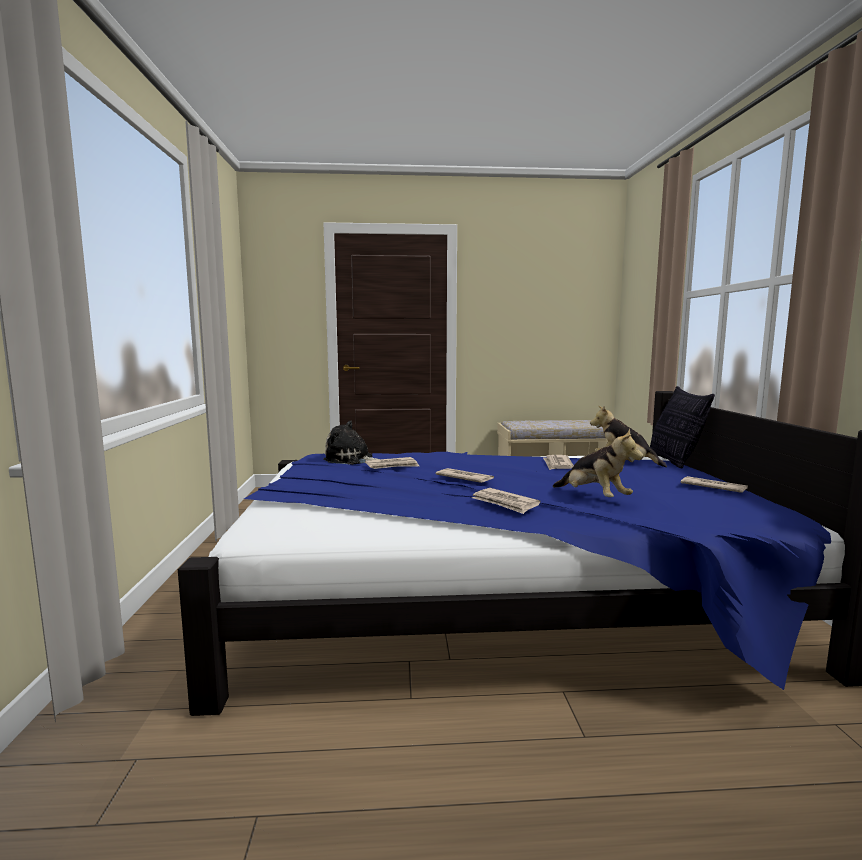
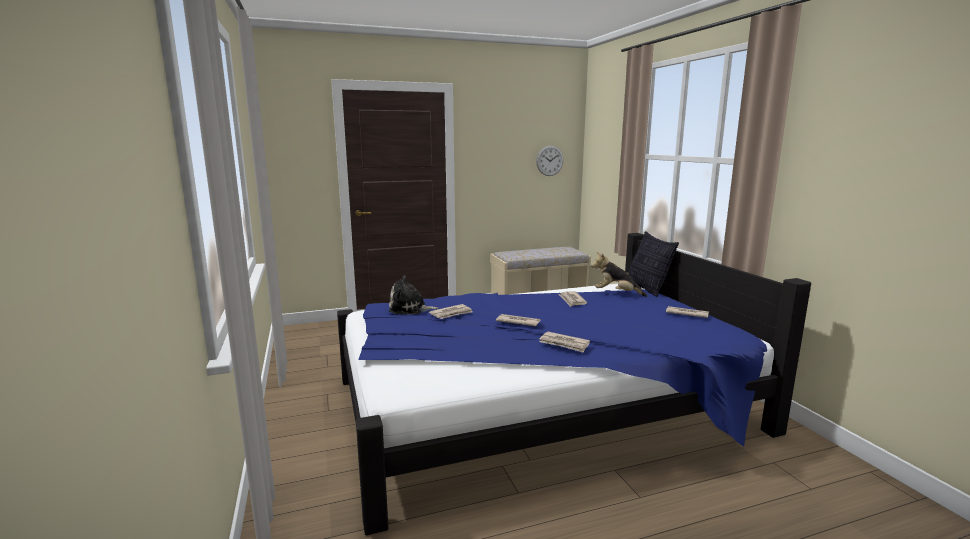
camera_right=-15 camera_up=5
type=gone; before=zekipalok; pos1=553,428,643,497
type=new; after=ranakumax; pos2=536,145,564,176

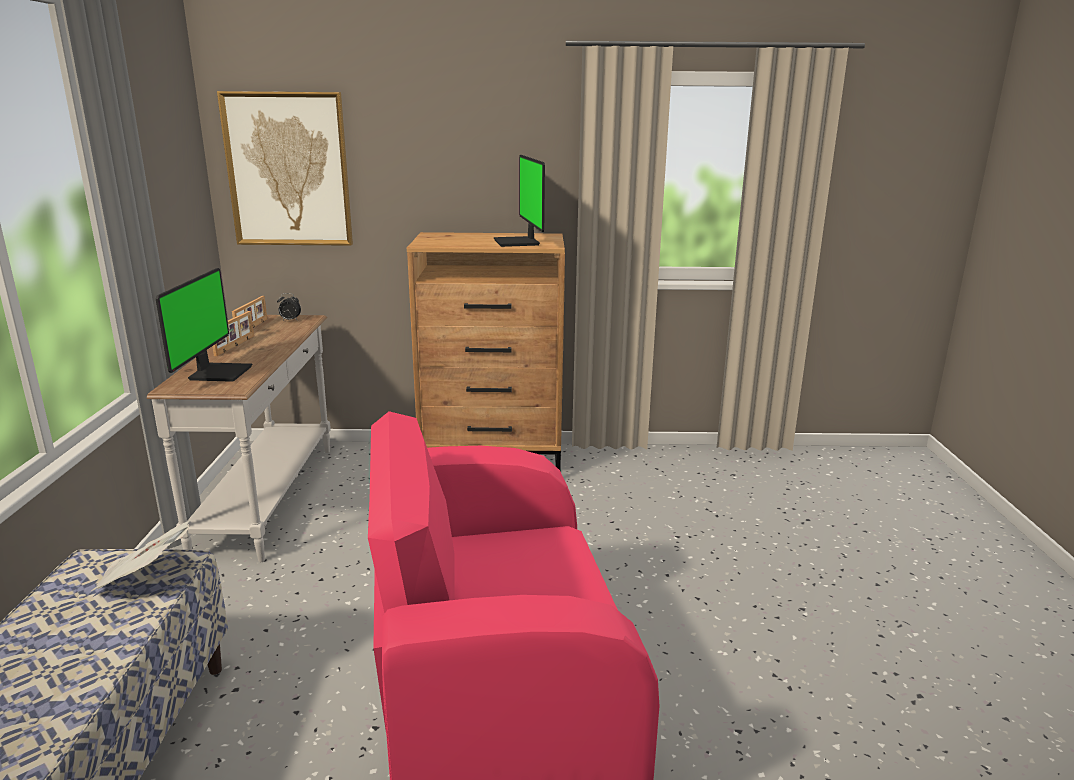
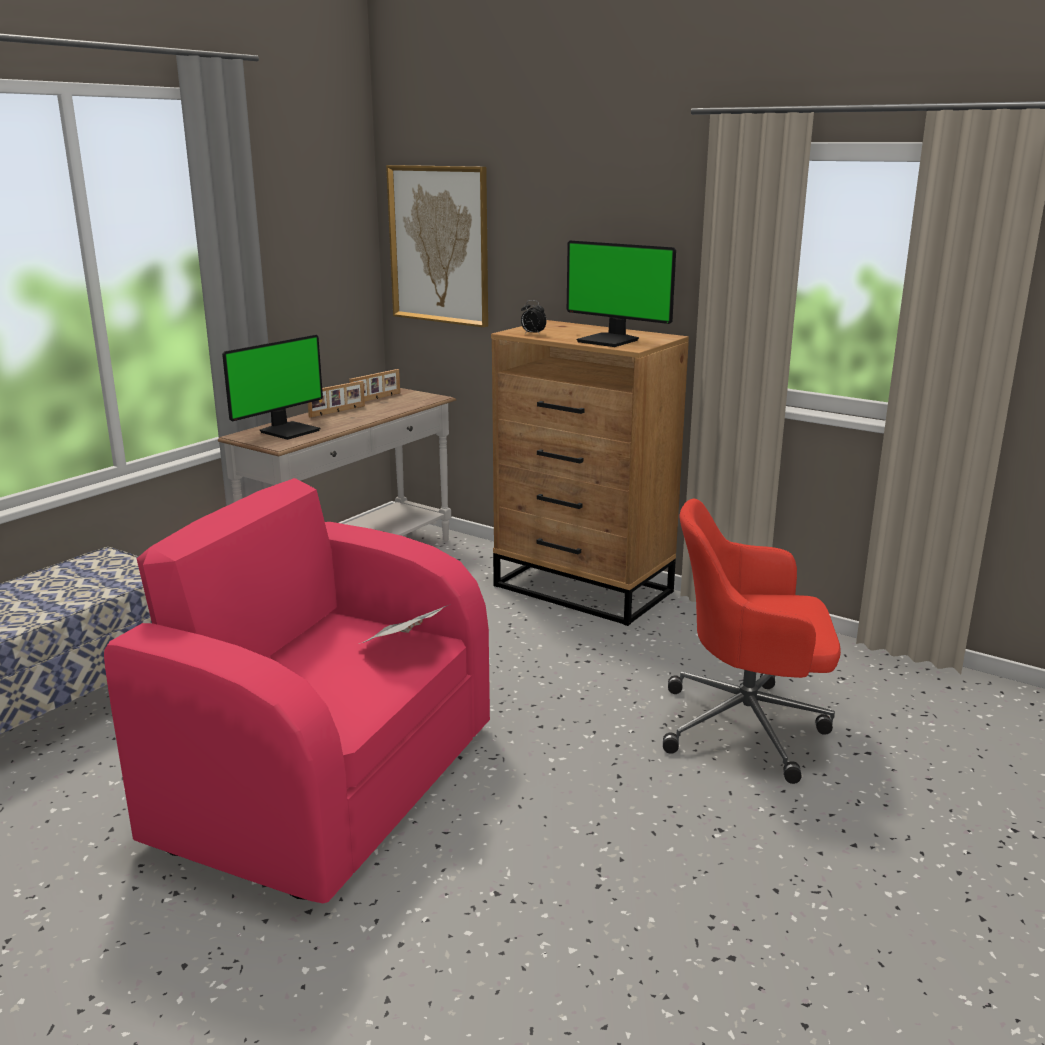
camera_right=35 camera_up=0
type=new; after=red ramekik; pos2=663,499,841,784
type=shifted; before=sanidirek; pos1=90,519,192,592; pos2=359,604,451,644
type=shifted; before=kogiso; pos1=277,293,301,321; pos2=521,300,547,335
type=rotated; before=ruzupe; pos1=494,155,545,247; pos2=567,240,676,347; turn=-75

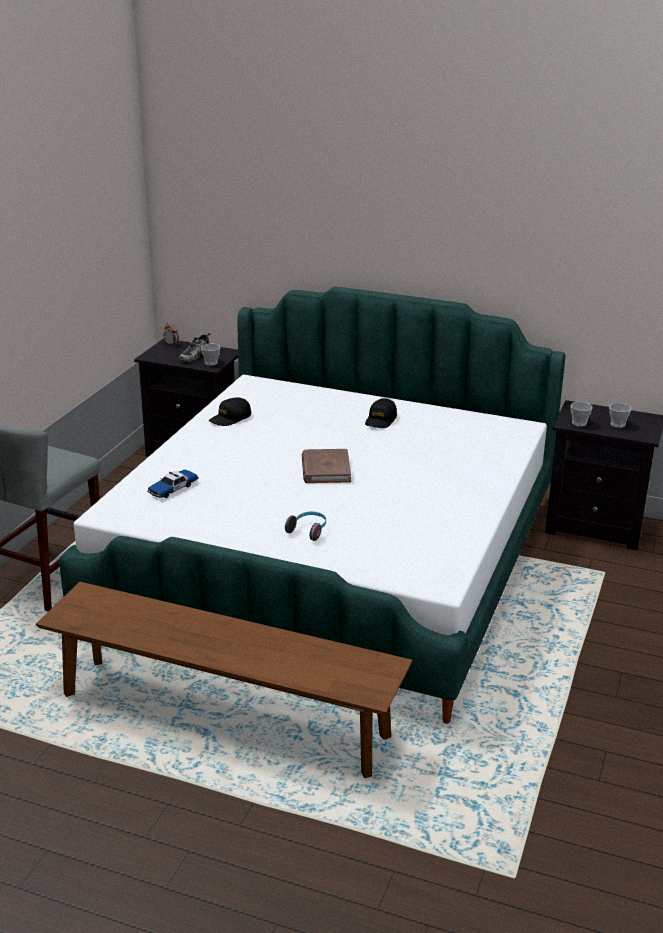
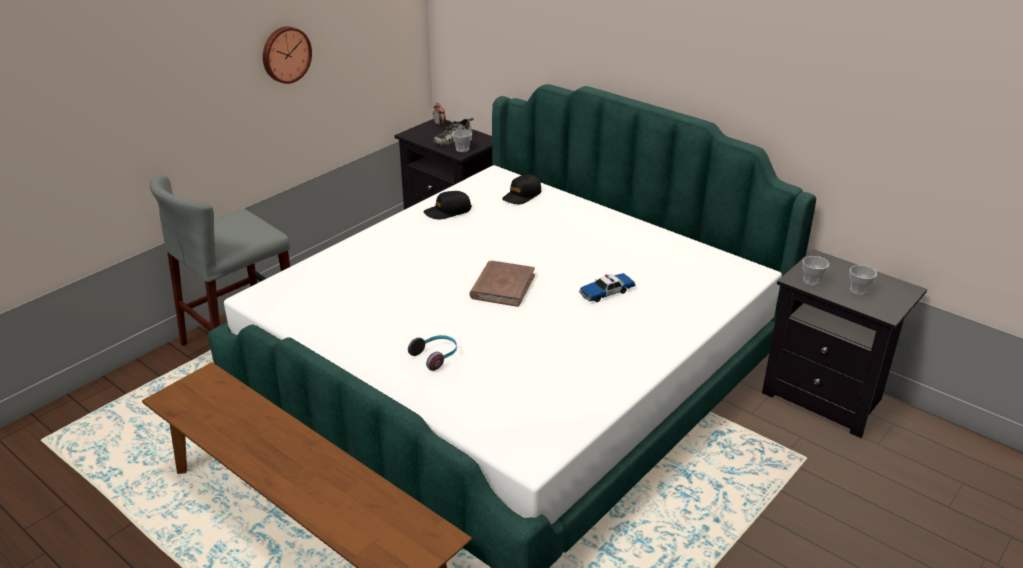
camera_right=20 camera_up=5
type=new; after=ranakumax; pos2=263,26,312,84
type=shifted; before=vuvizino; pos1=147,469,199,498; pos2=579,273,636,302
type=shifted; before=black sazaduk; pos1=365,398,397,428; pos2=502,174,541,204

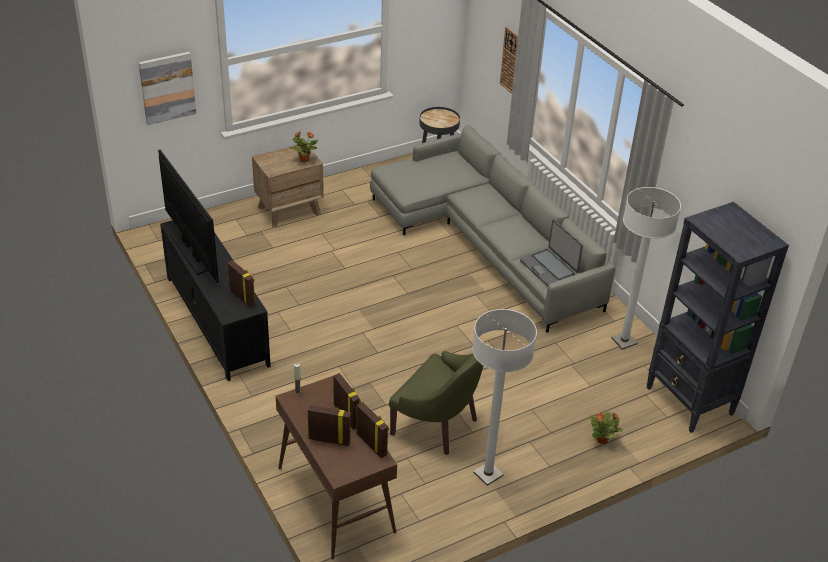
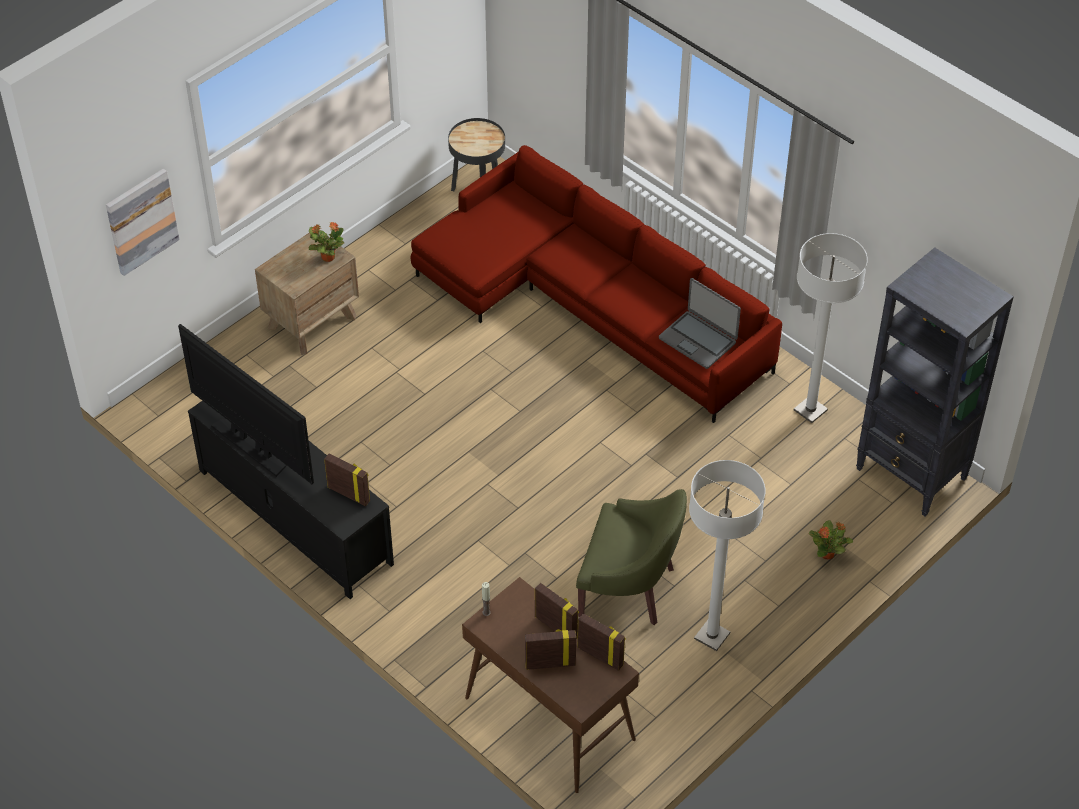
camera_right=-15 camera_up=10
type=gone; before=ranakumax; pos1=500,26,518,94
type=repainted; before=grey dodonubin; after=red dodonubin; pos1=370,125,615,333; pos2=411,145,782,423

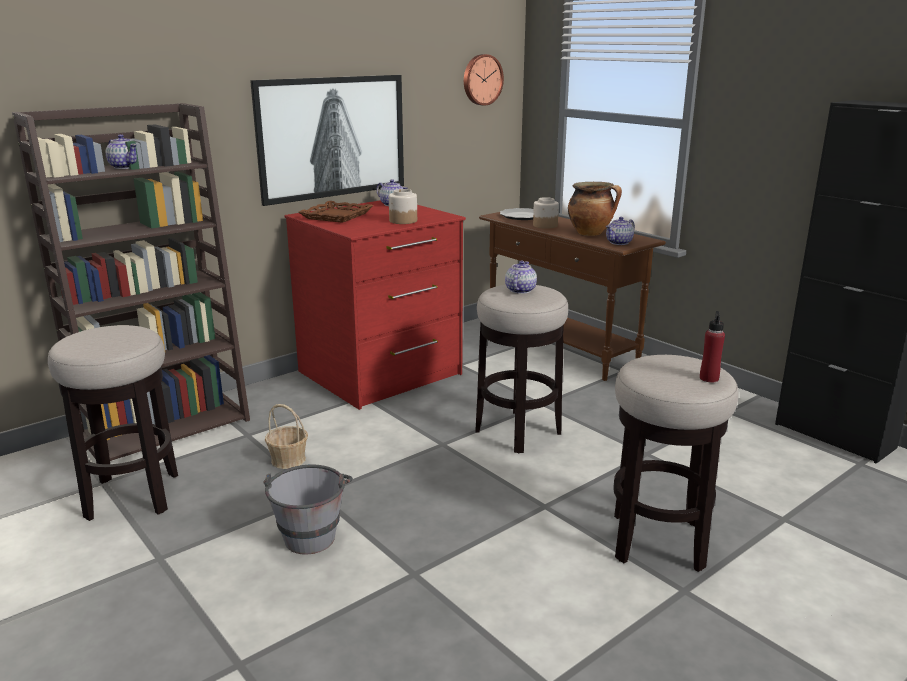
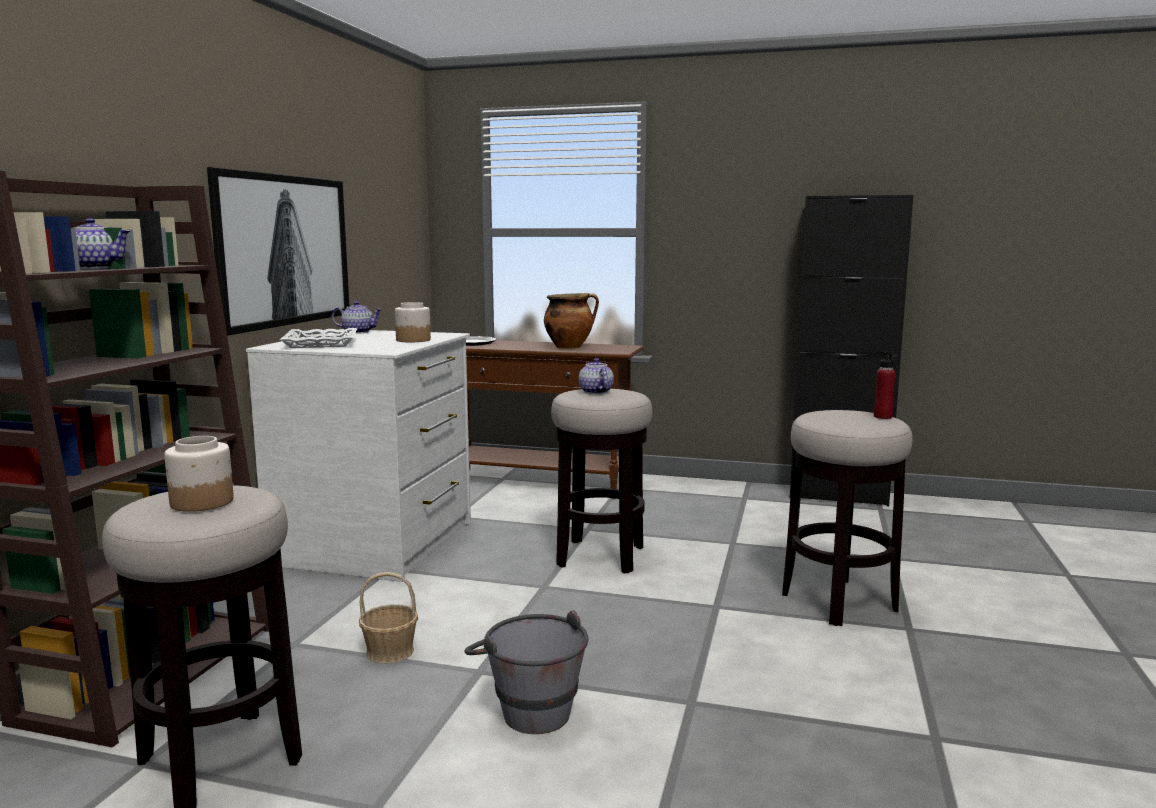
camera_right=-35 camera_up=-10
type=gone; before=ranakumax; pos1=464,54,504,106
type=gone; before=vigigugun; pos1=606,217,635,245
type=shifted; before=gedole; pos1=533,197,559,229; pos2=164,436,234,512
type=repainted; before=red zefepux; after=white zefepux; pos1=285,200,466,410; pos2=246,329,471,582
type=repainted; before=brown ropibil; after=white ropibil; pos1=298,201,373,223; pos2=280,328,357,348

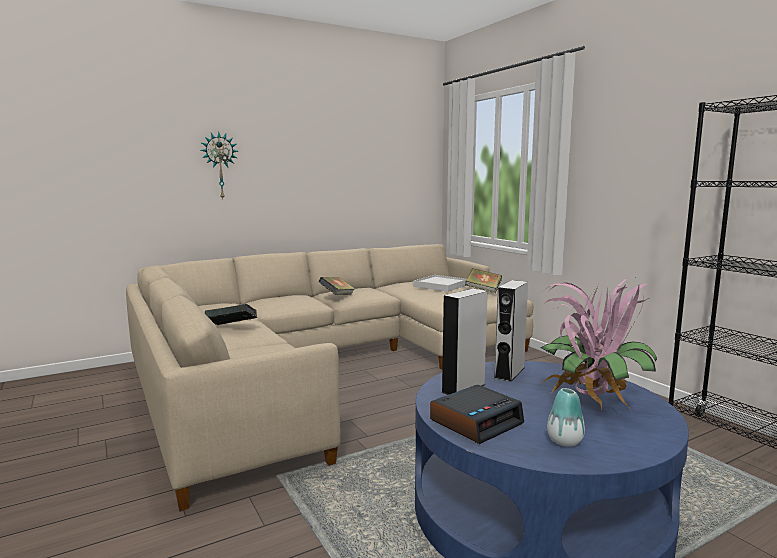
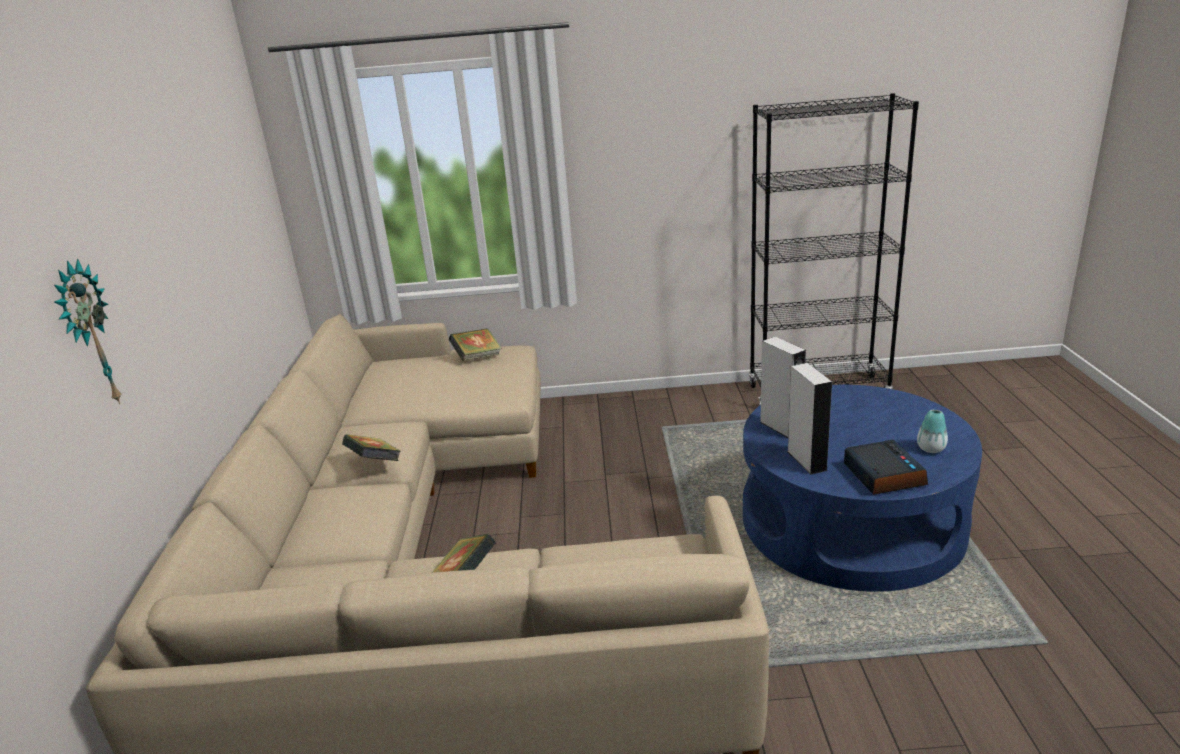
camera_right=-60 camera_up=15
type=gone; before=white ropibil; pos1=413,275,466,292
type=gone; before=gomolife; pos1=541,277,657,412

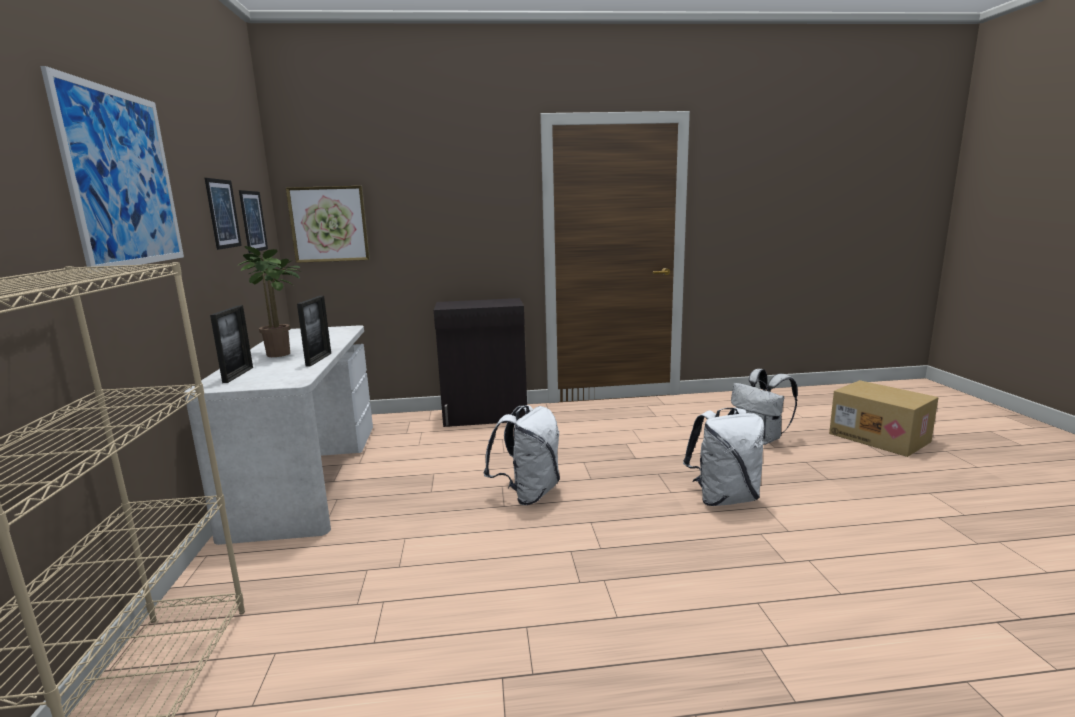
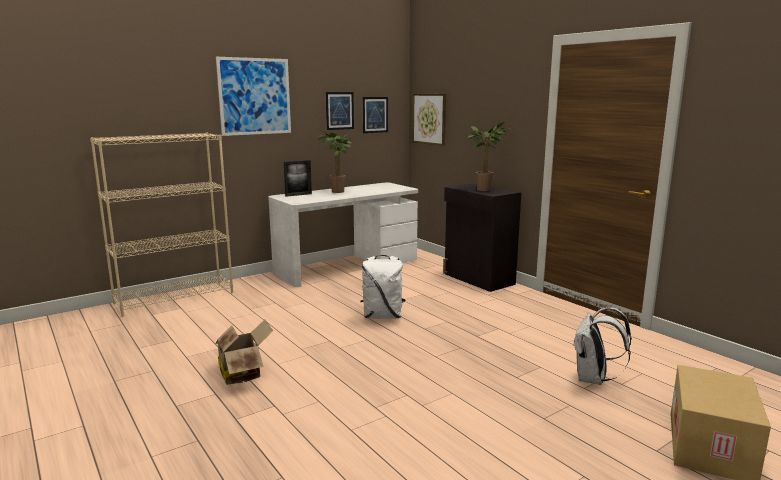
camera_right=60 camera_up=0
type=gone; before=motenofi; pos1=297,296,331,366
type=gone; before=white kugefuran; pos1=683,407,764,506
type=new; after=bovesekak; pos2=215,319,273,385
type=new; after=gomolife; pos2=466,122,510,191

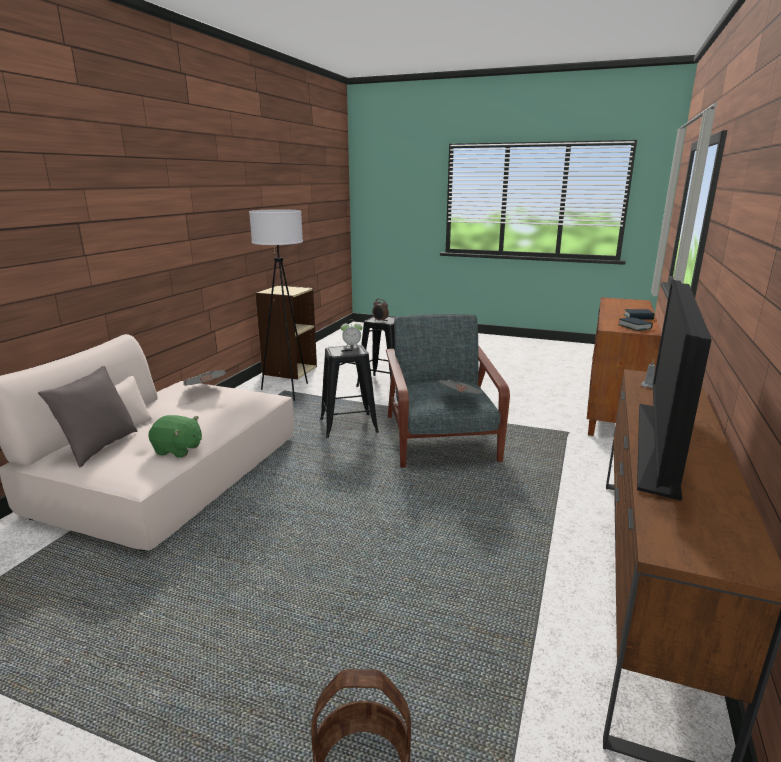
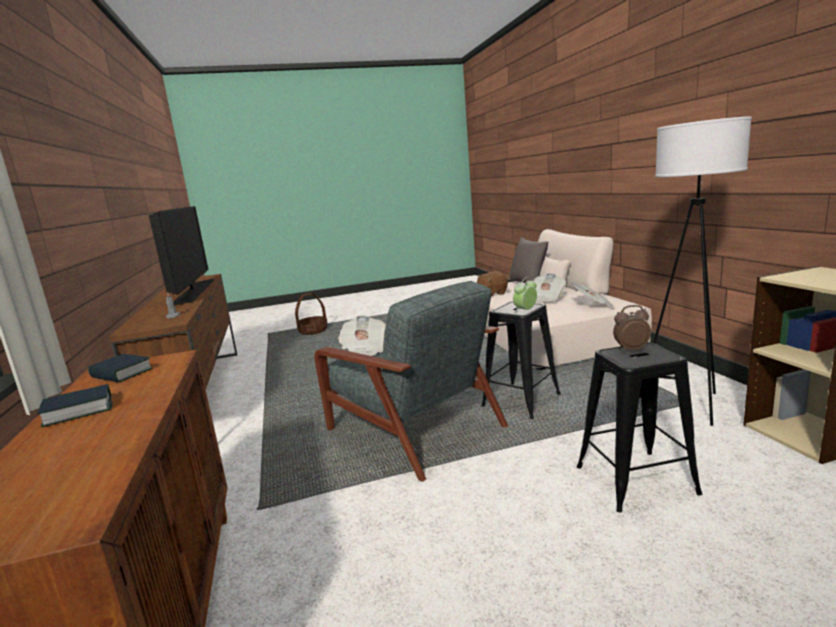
camera_right=145 camera_up=-5
type=new; after=sanidirek; pos2=533,273,567,304
type=repainted; before=green zekipalok; after=brown zekipalok; pos1=148,415,202,458; pos2=477,271,508,296

